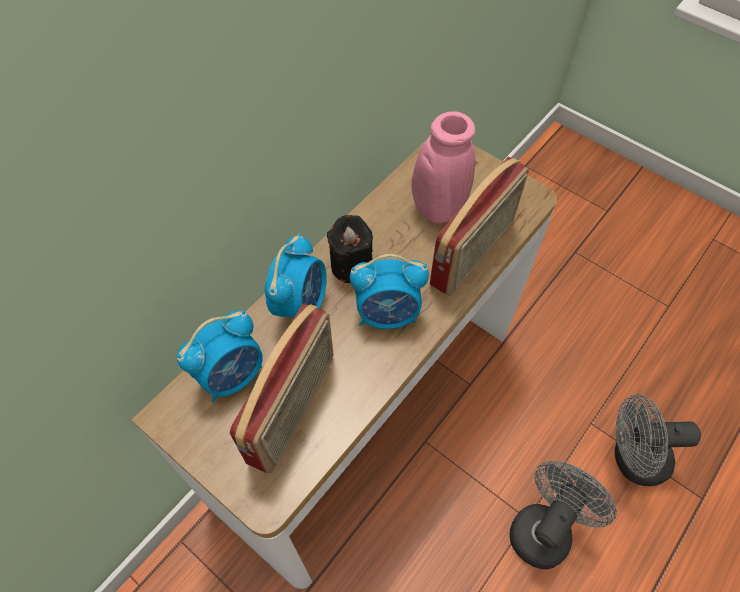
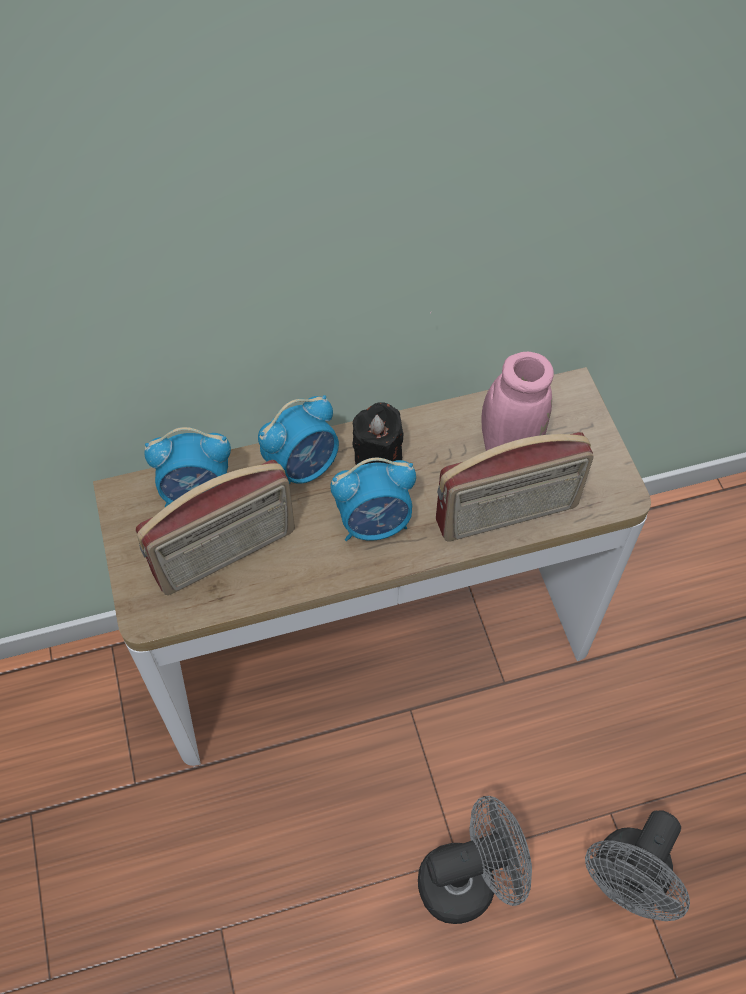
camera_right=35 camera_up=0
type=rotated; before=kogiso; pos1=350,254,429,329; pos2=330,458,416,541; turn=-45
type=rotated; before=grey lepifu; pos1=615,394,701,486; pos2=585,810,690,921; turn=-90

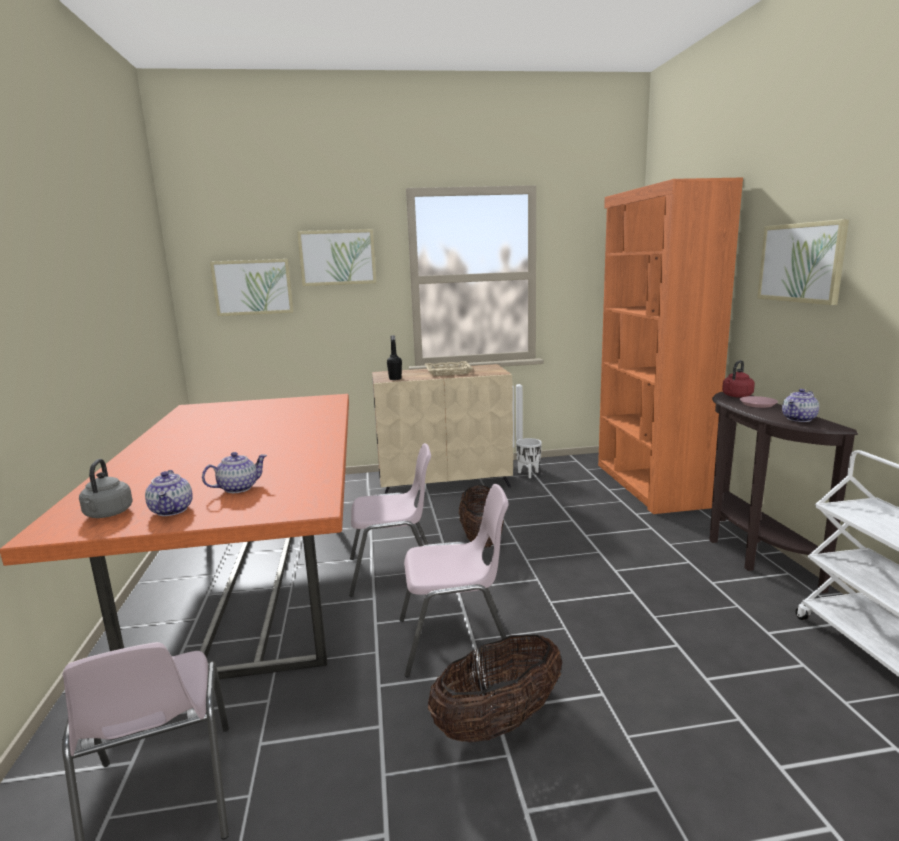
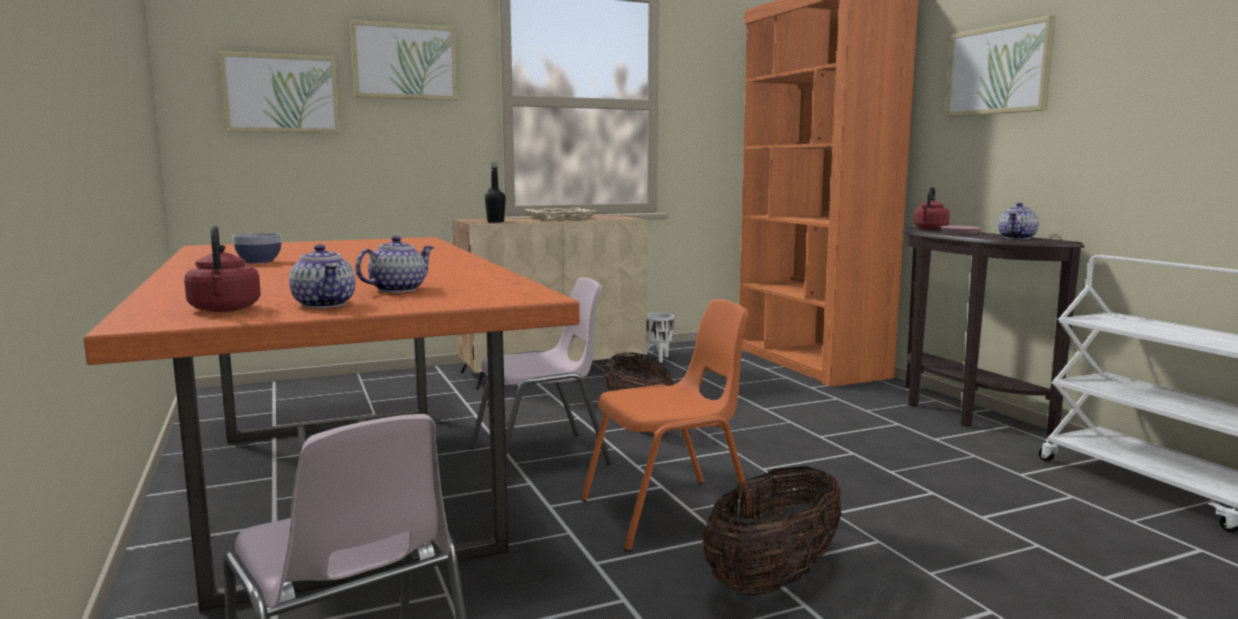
camera_right=-15 camera_up=-5
type=new; after=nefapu; pos2=232,233,282,263
type=repainted; before=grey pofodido; after=red pofodido; pos1=79,459,133,518; pos2=184,225,261,312
type=repainted; before=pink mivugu; after=orange mivugu; pos1=400,484,513,677; pos2=581,299,756,551

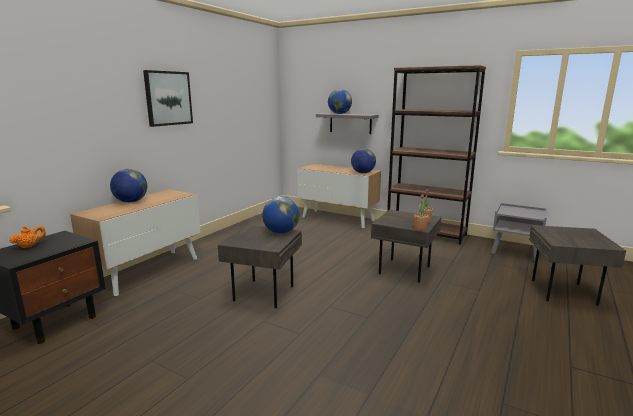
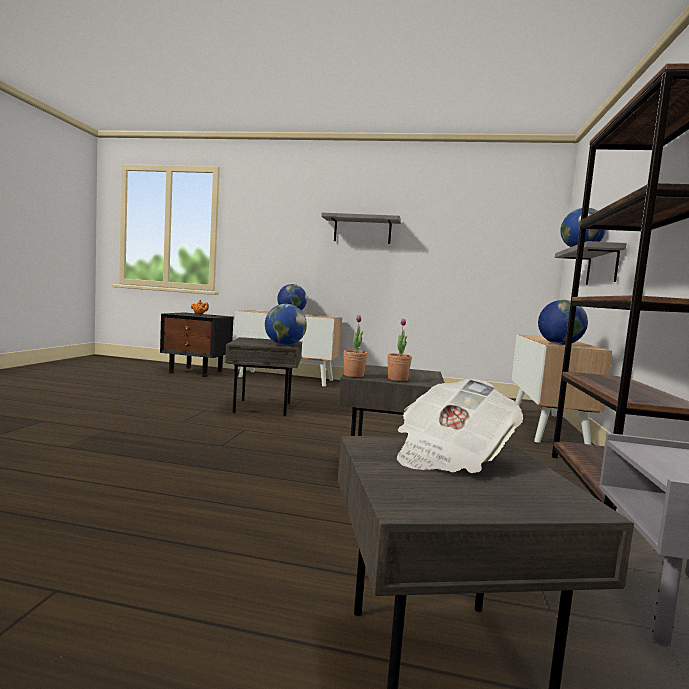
camera_right=70 camera_up=-10
type=new; after=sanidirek; pos2=397,379,523,473
type=swapped; before=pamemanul; after=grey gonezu; pos1=143,70,193,127; pos2=321,213,401,244

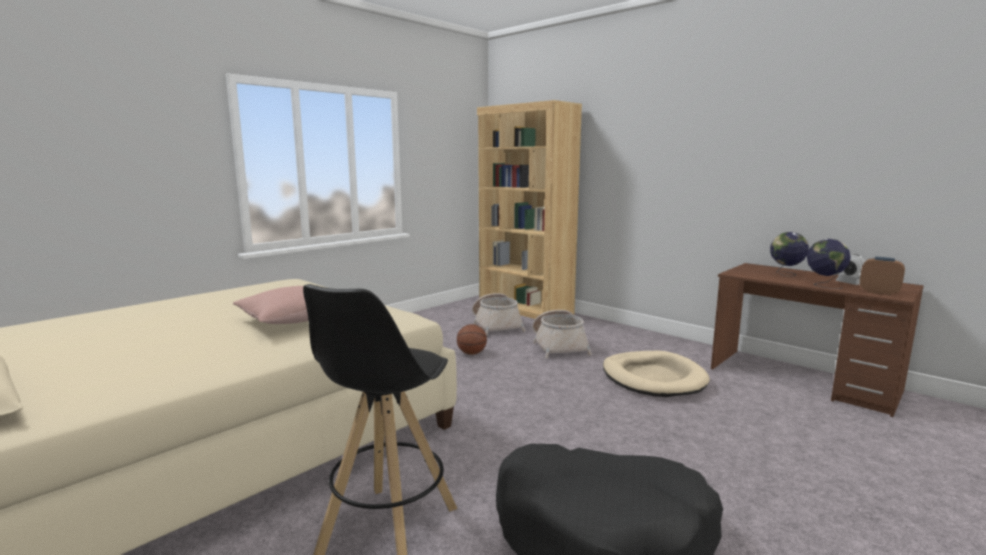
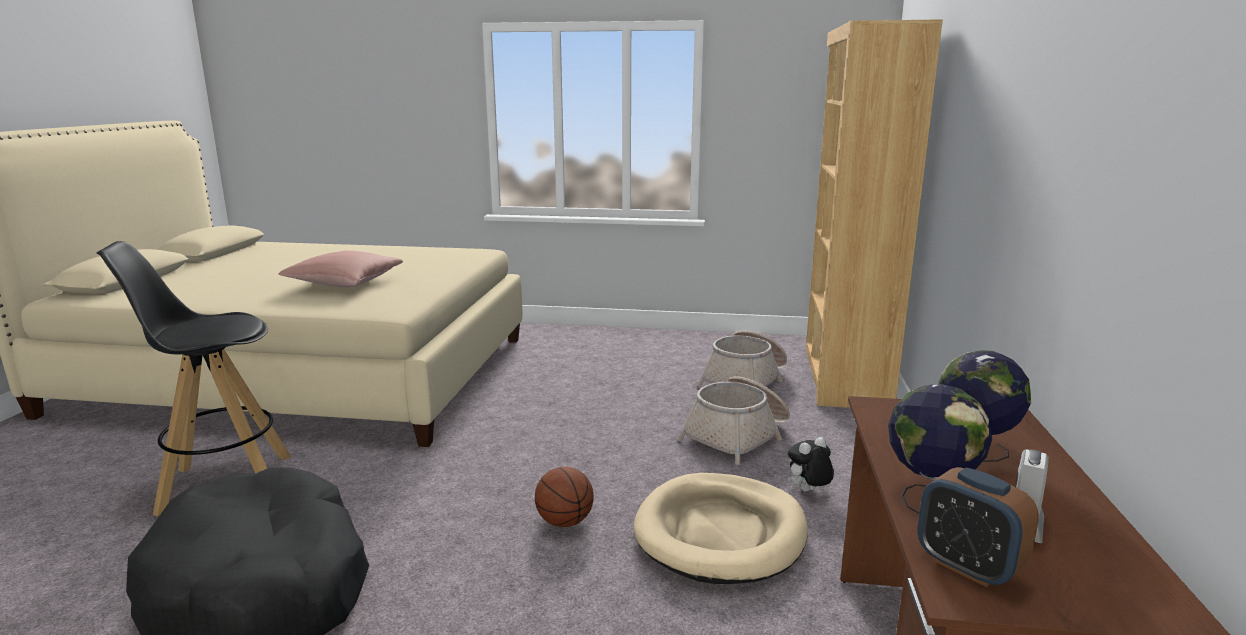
camera_right=55 camera_up=5
type=new; after=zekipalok; pos2=788,437,834,491
type=shifted; before=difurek; pos1=457,324,487,355; pos2=535,467,594,527
type=rotated; before=kogiso; pos1=860,257,905,295; pos2=917,467,1039,587; turn=135

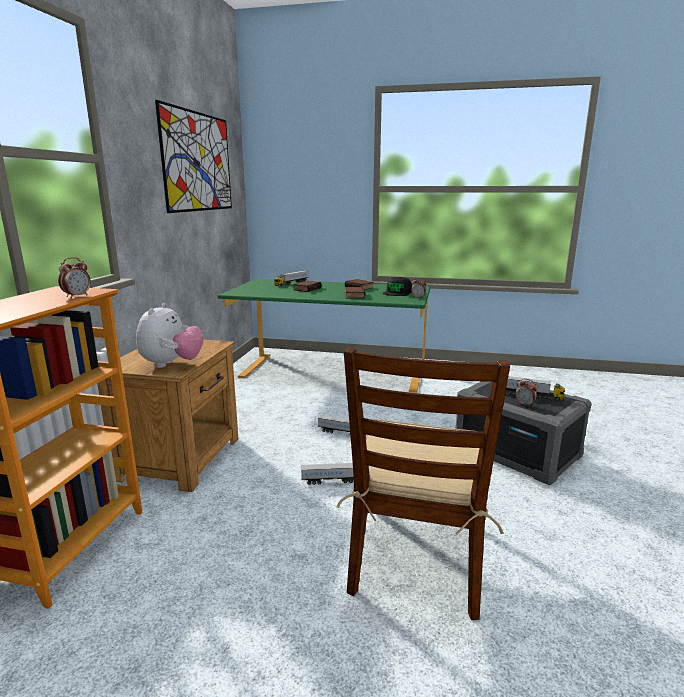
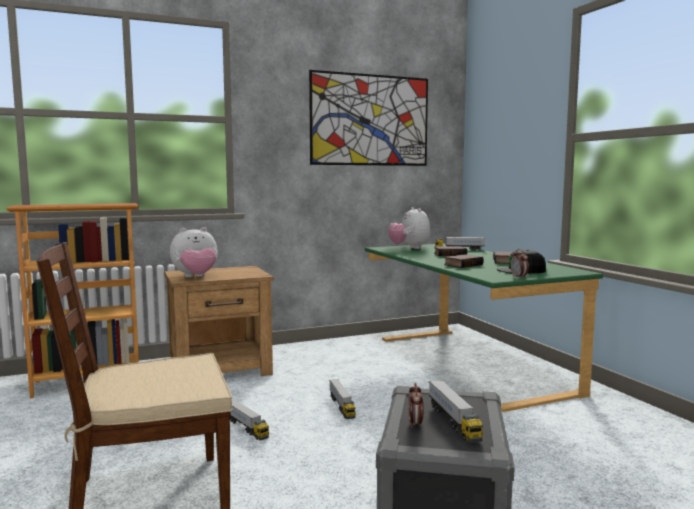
camera_right=55 camera_up=-10
type=gone; before=kogiso; pos1=58,257,91,298
type=new; after=zekipalok; pos2=388,207,430,249

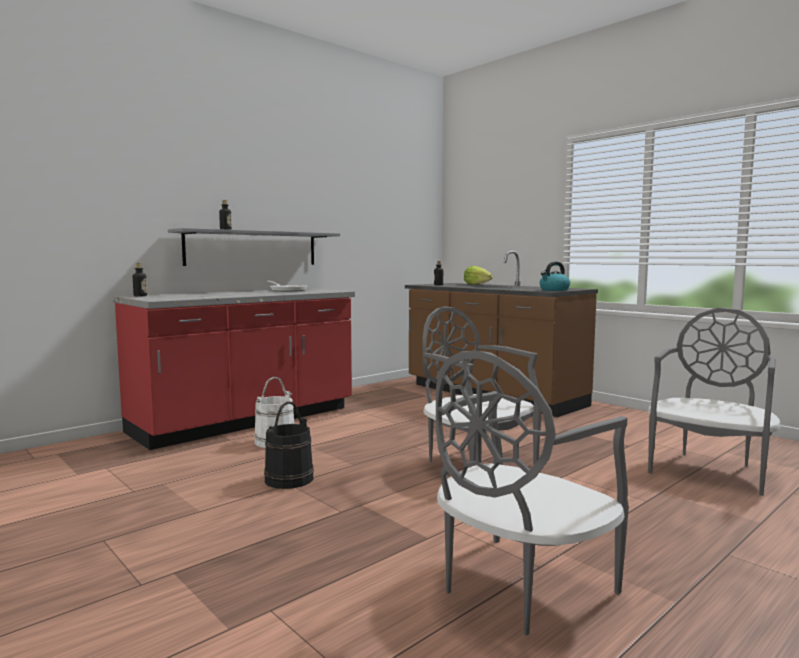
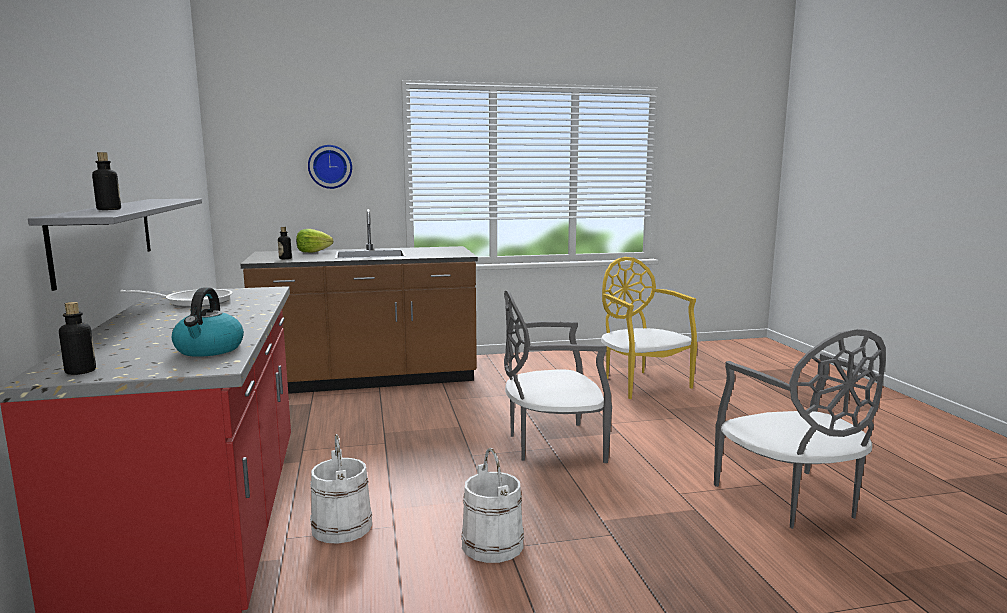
camera_right=-60 camera_up=5
type=new; after=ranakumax; pos2=308,145,352,189
type=shifted; before=pofodido; pos1=540,262,570,291; pos2=172,287,244,357
type=repainted; before=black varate; after=white varate; pos1=264,401,314,489; pos2=461,448,524,563
type=repainted; before=grey mivugu; after=yellow mivugu; pos1=648,308,781,496; pos2=601,257,697,399

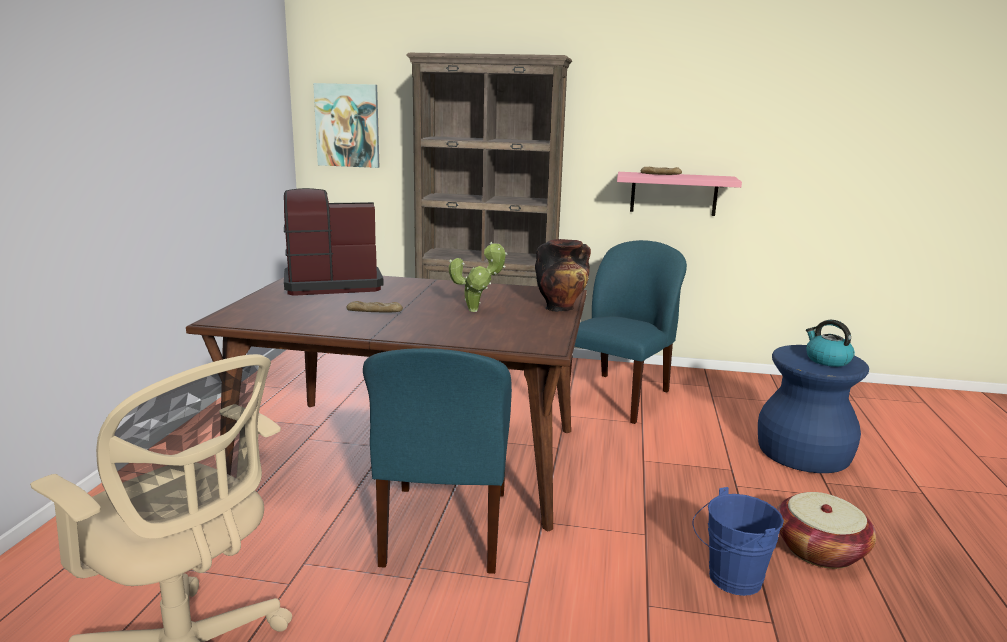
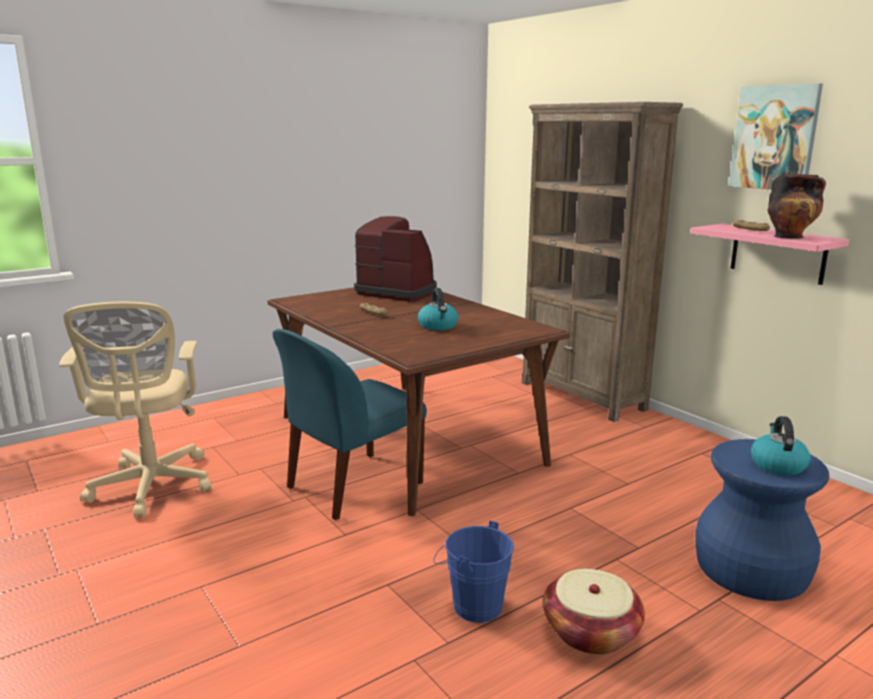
camera_right=45 camera_up=0
type=gone; before=blue mivugu; pos1=570,240,687,424
type=shifted; before=pamemanul; pos1=313,83,379,168; pos2=729,83,823,190
type=shifted; before=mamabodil; pos1=535,239,591,312; pos2=768,174,826,239
type=swapped; before=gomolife; after=pofodido; pos1=449,242,508,312; pos2=418,288,458,331

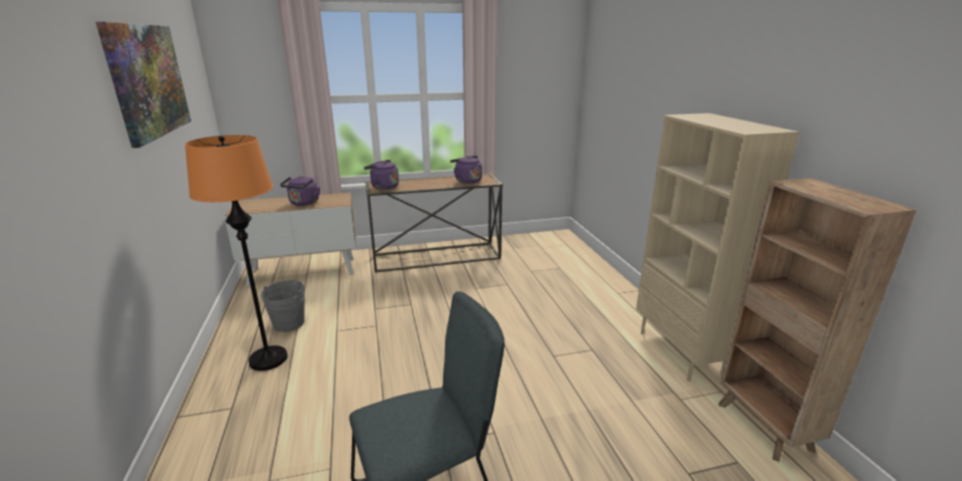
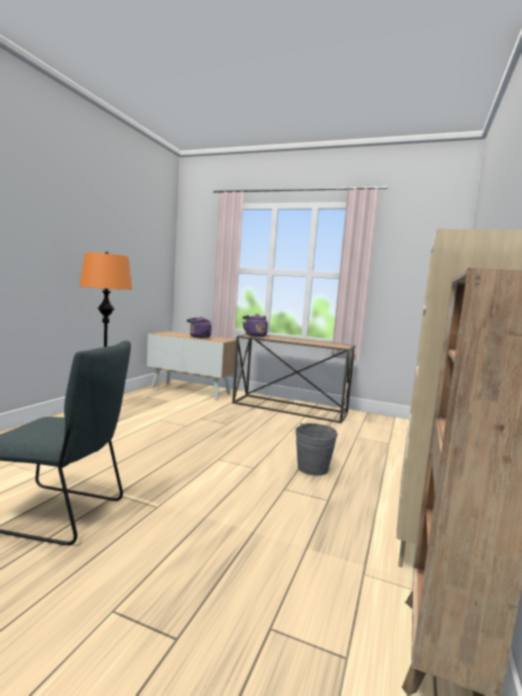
camera_right=35 camera_up=-15
type=gone; before=pamemanul; pos1=96,22,191,148
type=gone; before=purple pofodido; pos1=450,156,482,184
type=shifted; before=grey varate; pos1=261,280,305,332; pos2=295,423,338,476

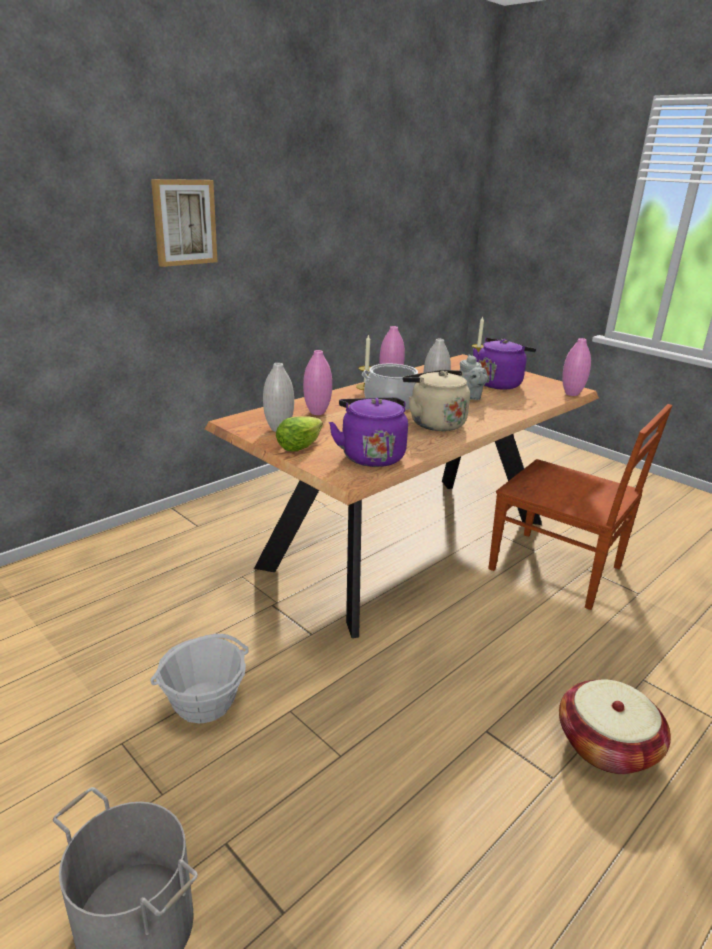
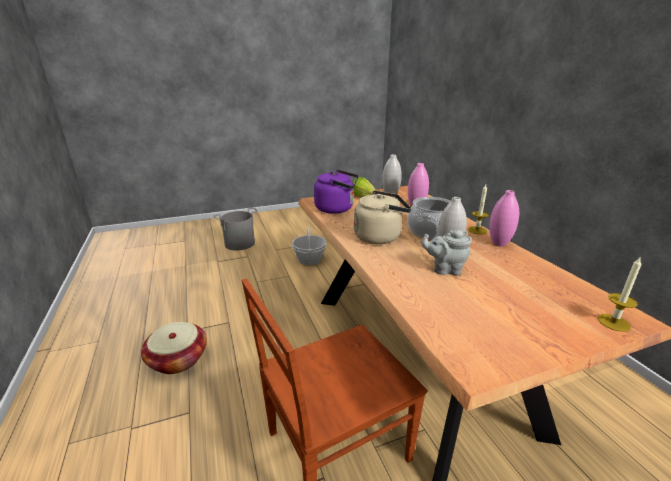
camera_right=115 camera_up=0
type=gone; before=pamemanul; pos1=151,179,217,267
type=gone; before=purple pofodido; pos1=473,338,536,390
type=gone; before=pink mamabodil; pos1=562,338,591,396

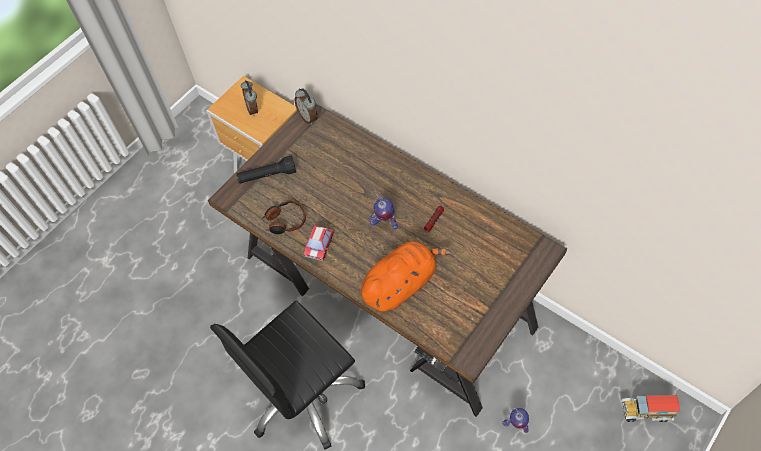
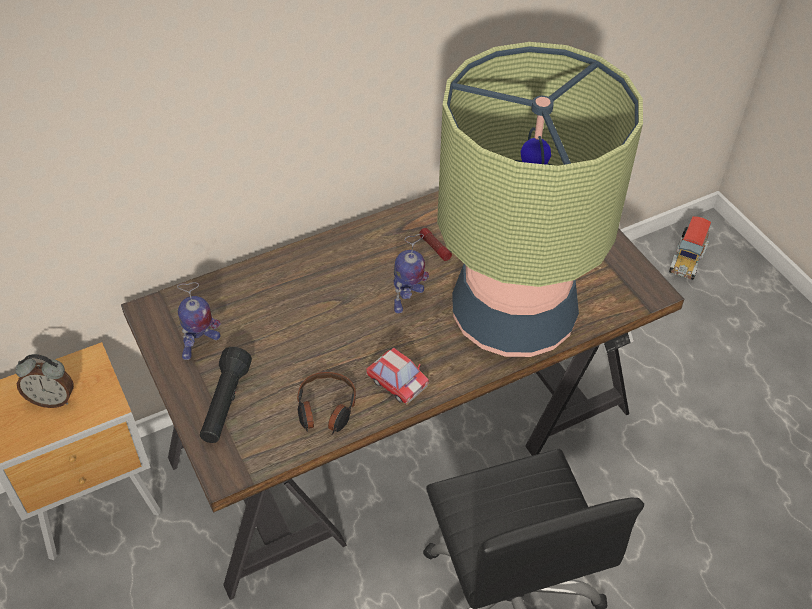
camera_right=-70 camera_up=-10
type=gone; before=kogiso; pos1=295,88,318,125
type=shifted; before=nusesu; pos1=502,408,529,433; pos2=177,282,221,360
type=swapped; before=orange zekipalok; after=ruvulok; pos1=361,241,451,311; pos2=437,42,643,357

